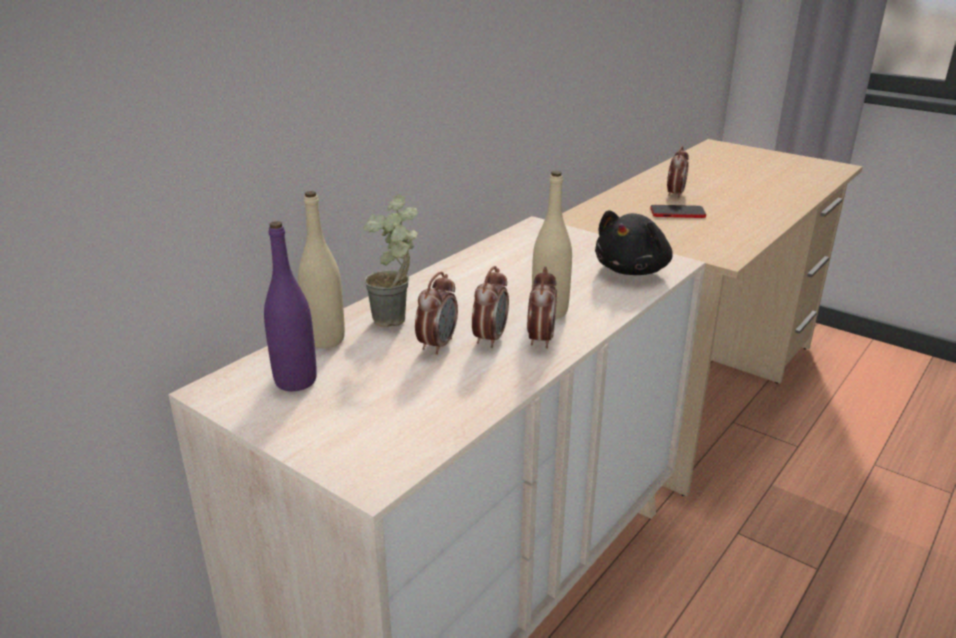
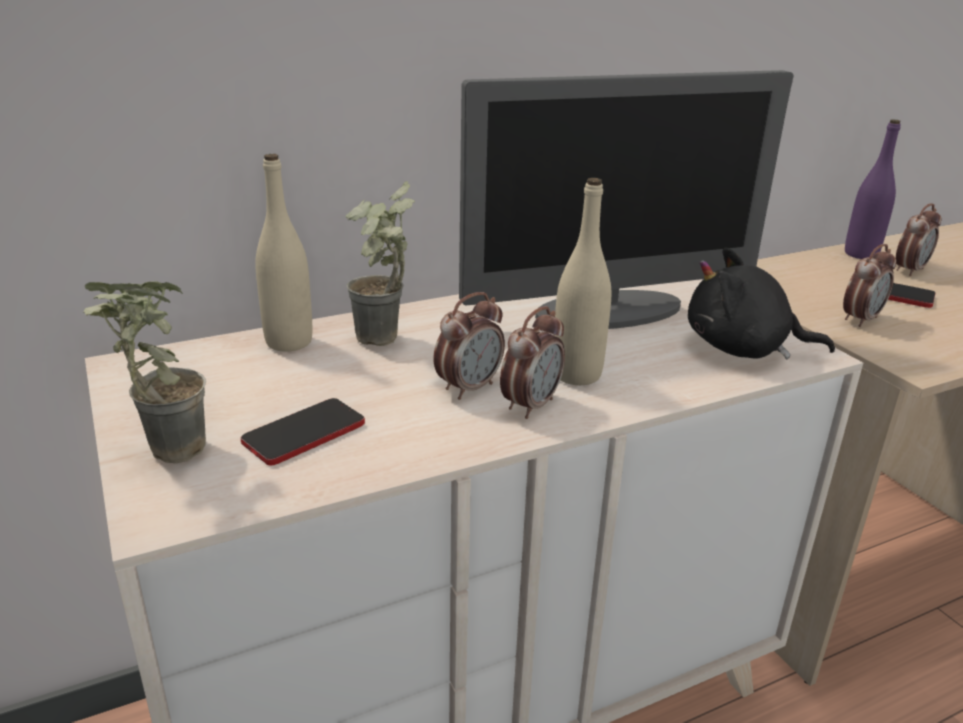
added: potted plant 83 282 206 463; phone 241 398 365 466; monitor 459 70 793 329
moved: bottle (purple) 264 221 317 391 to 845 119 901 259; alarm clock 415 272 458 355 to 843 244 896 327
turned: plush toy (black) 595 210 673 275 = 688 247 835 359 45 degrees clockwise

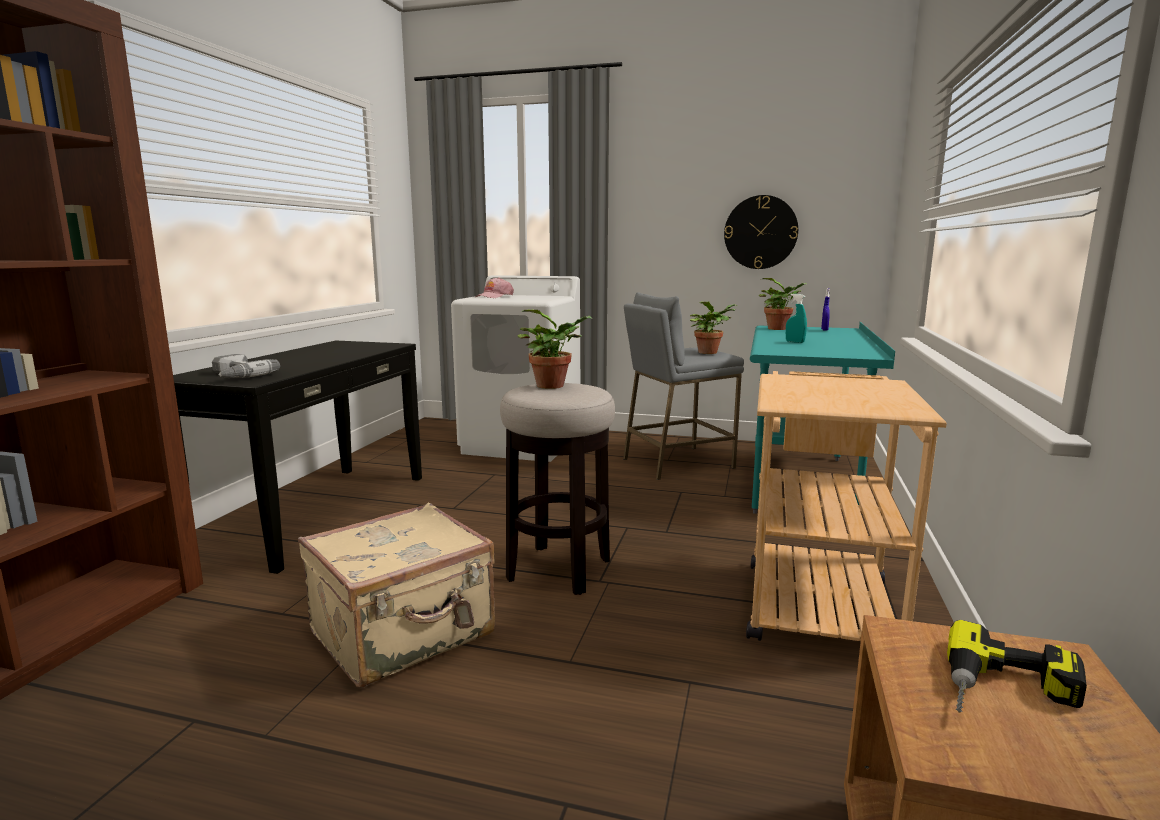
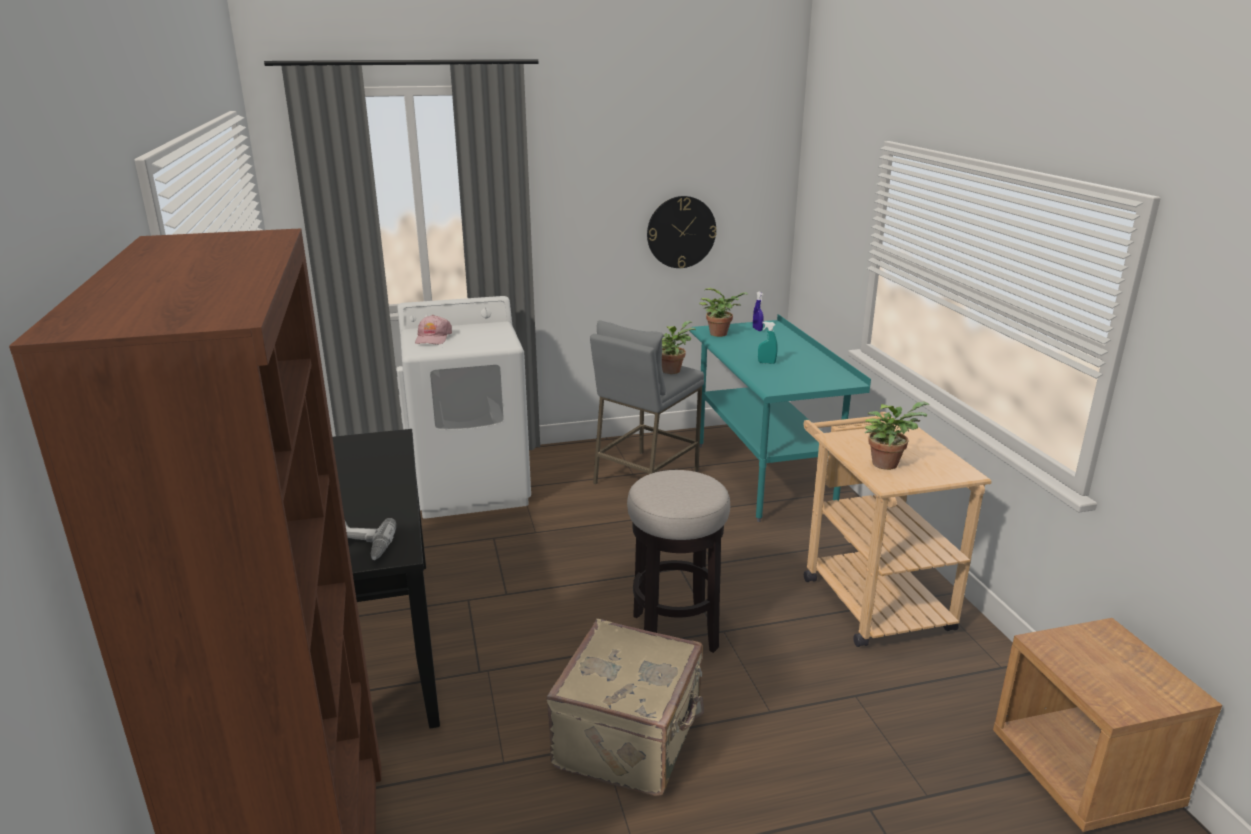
removed: power drill 947 620 1087 713
moved: potted plant 517 309 592 389 to 865 402 930 470

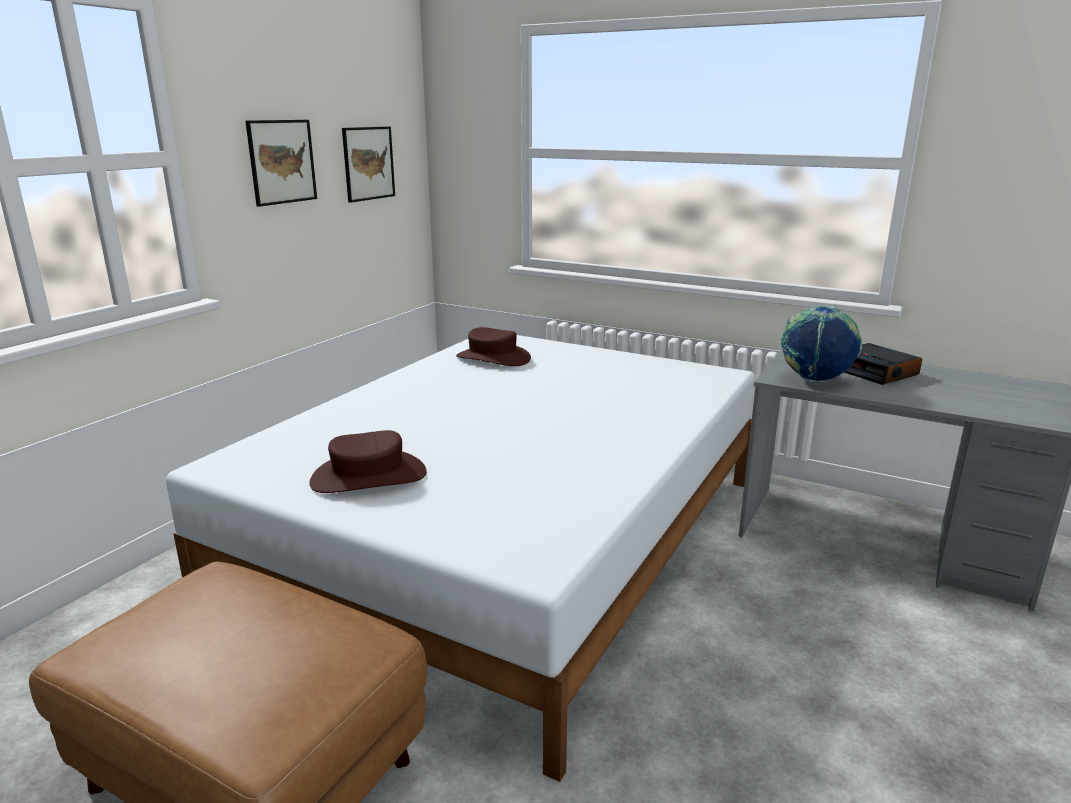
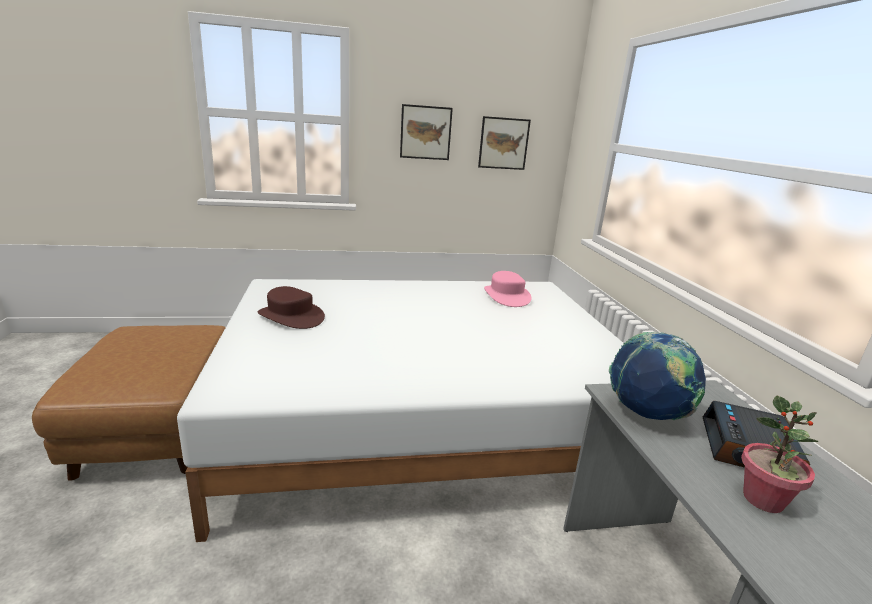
added: potted plant 741 395 819 513
recoloured: hat (brown) 456 327 531 366 to hat (pink) 484 271 531 307

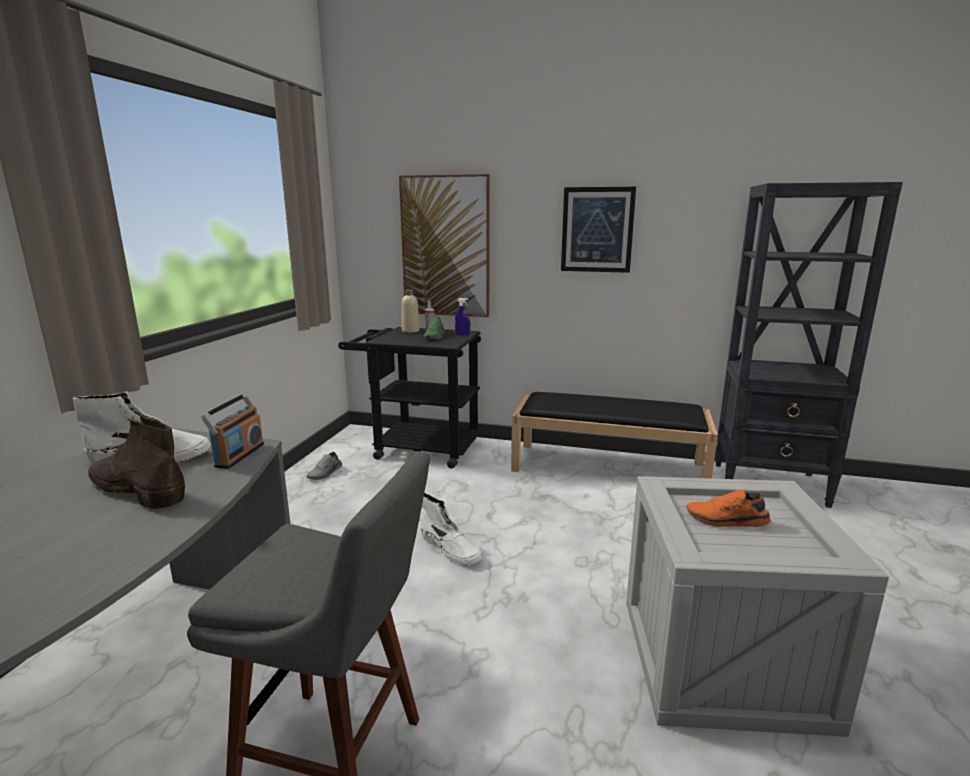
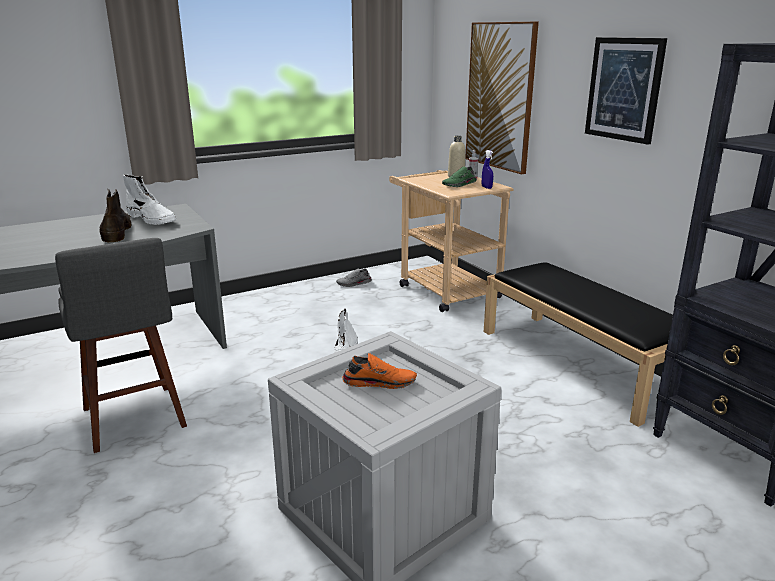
removed: radio 201 393 264 469
recoloured: cart (black) 338 327 481 468 to cart (beige) 389 170 513 312
turned: shoe (orange) 686 490 771 527 = 342 353 417 389 120 degrees clockwise

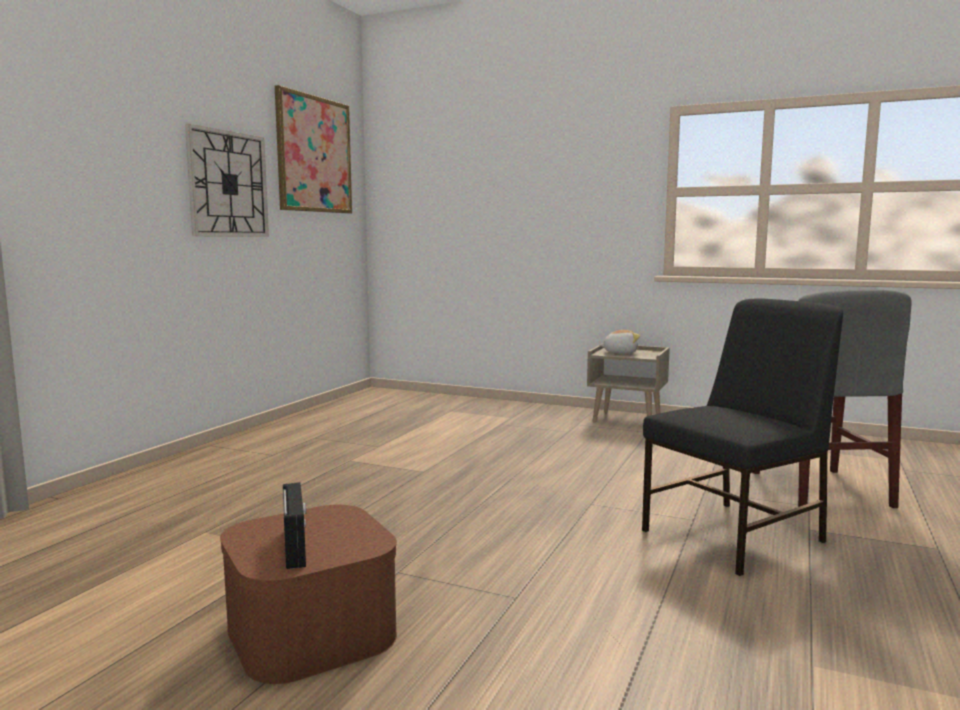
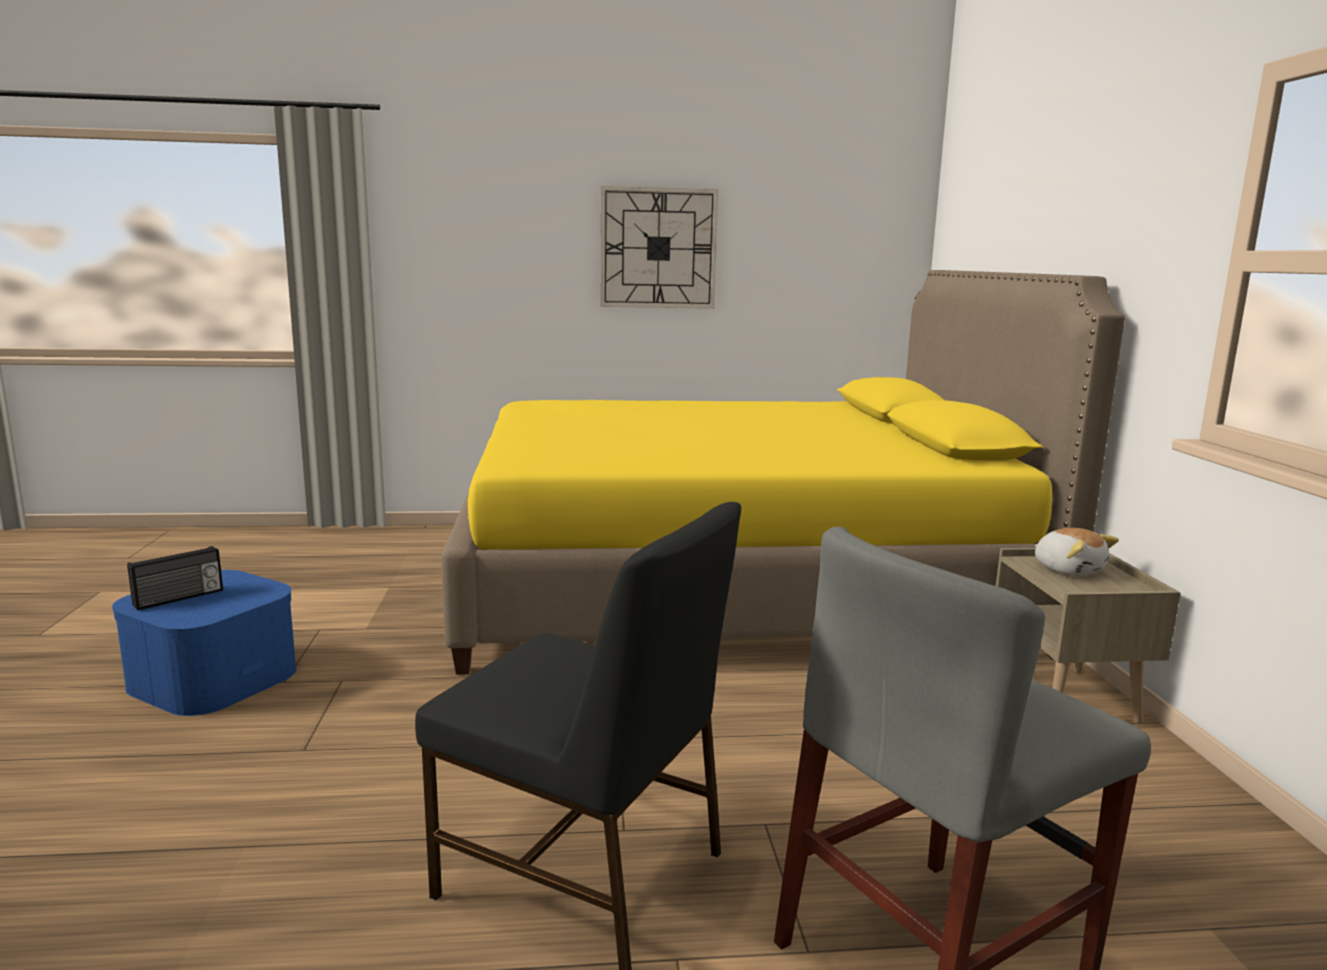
removed: picture 275 85 352 214
added: bed (yellow) 441 270 1125 675
recoloured: storage box (brown) 220 505 397 684 to storage box (blue) 112 570 297 716

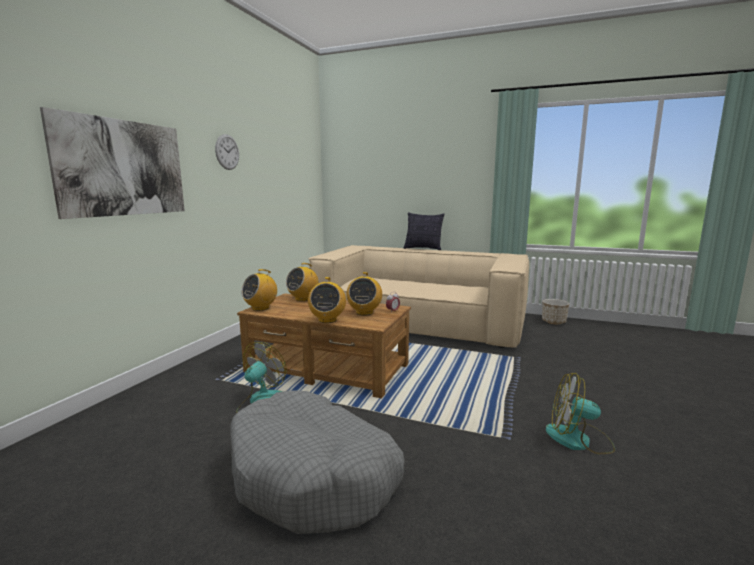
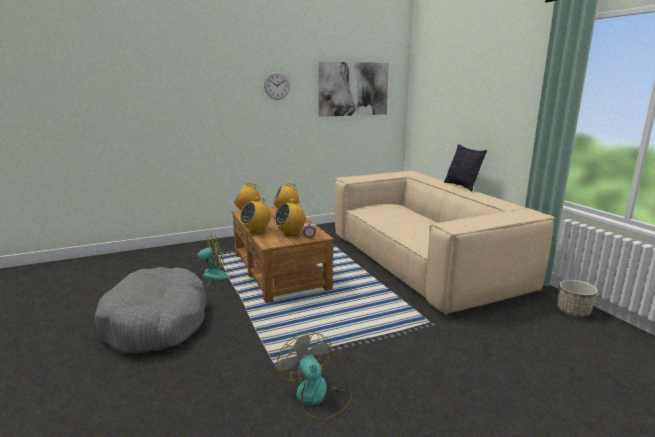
moved: picture 40 107 185 219 to 318 62 389 117

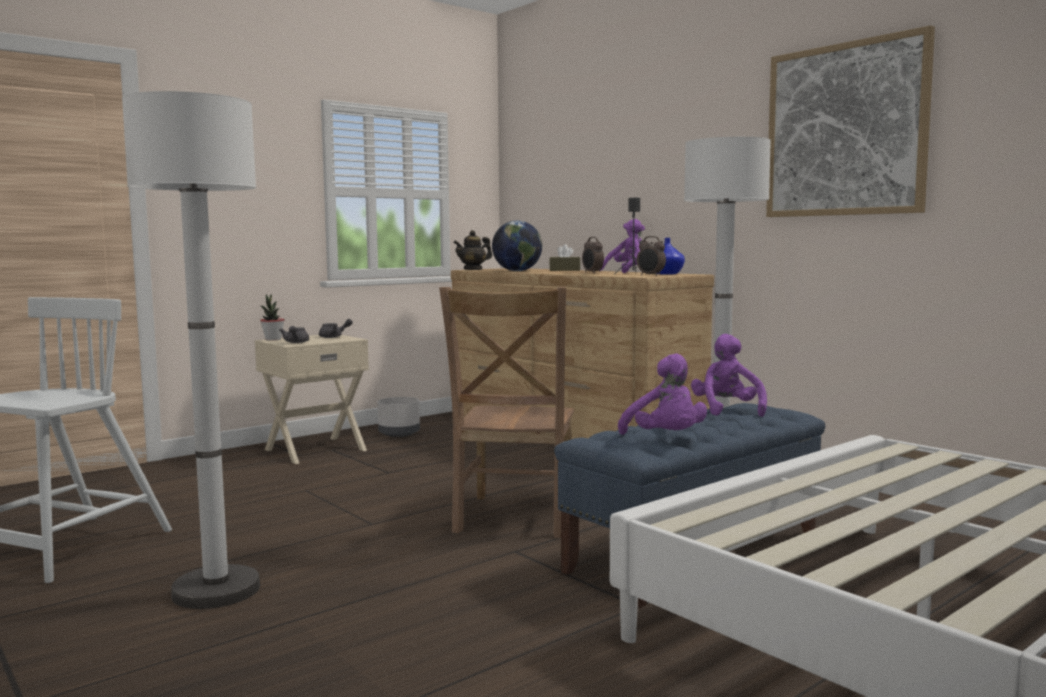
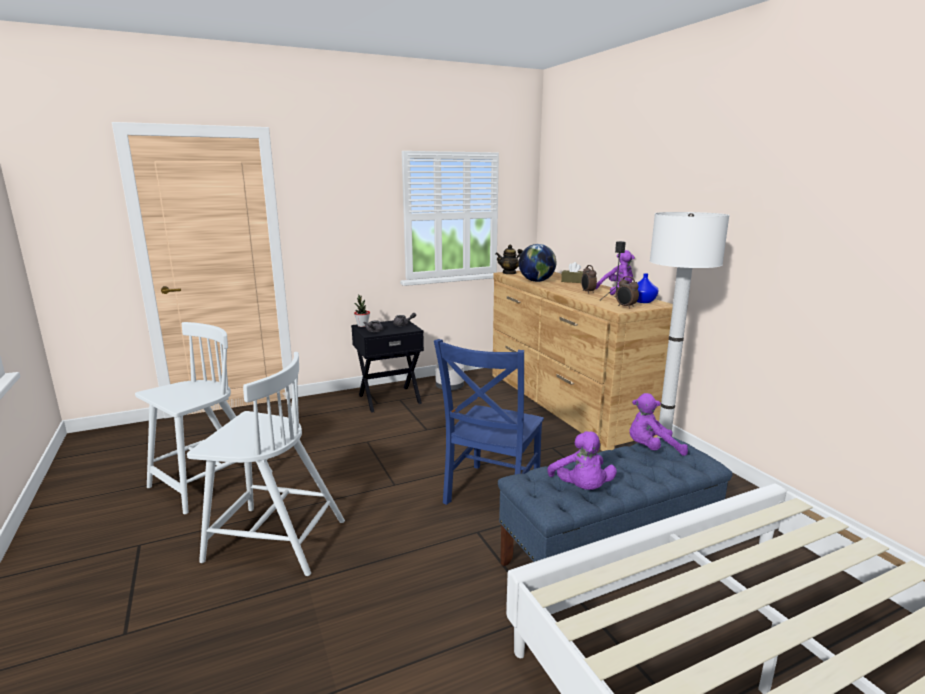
removed: picture 766 25 935 217
replaced: floor lamp (white) 122 91 260 609 to chair (white) 187 352 345 576
recoloured: nightstand (beige) 255 335 369 464 to nightstand (black) 351 320 424 412; chair (brown) 439 287 574 538 to chair (blue) 434 339 544 505
turned: plush toy (purple) 691 334 767 417 = 629 393 688 456 105 degrees counterclockwise

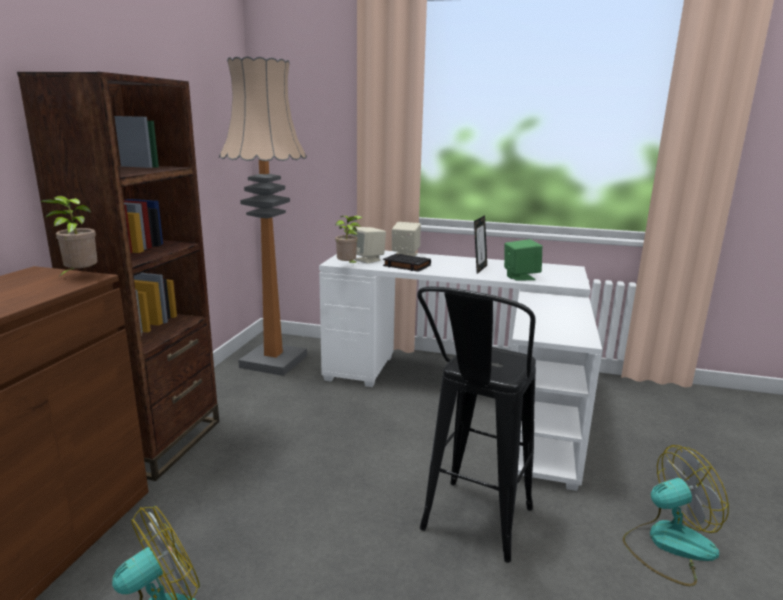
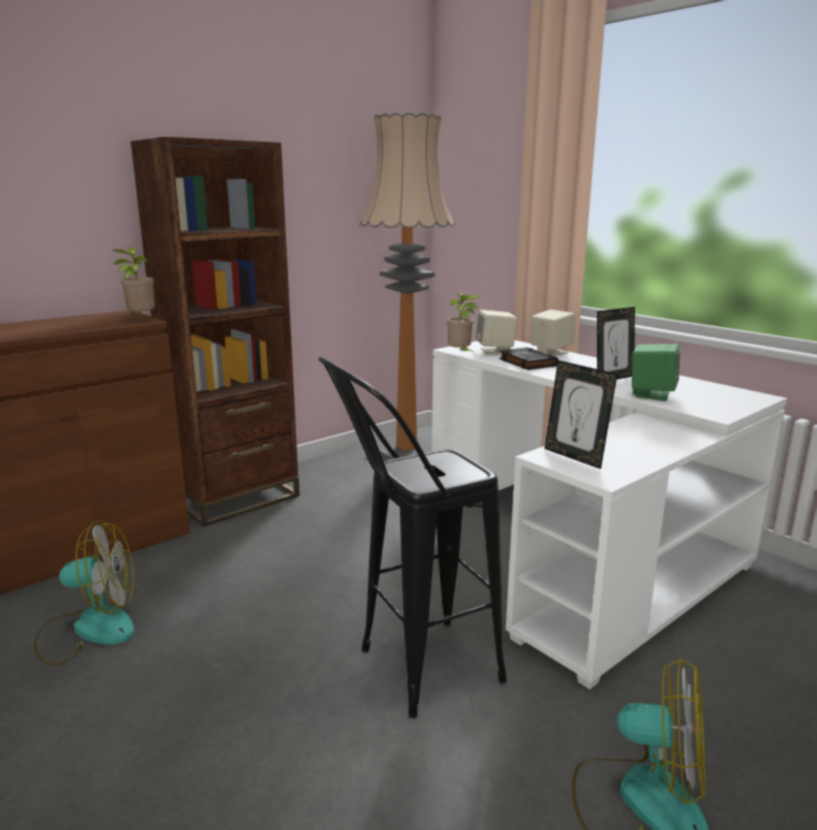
added: picture frame 544 360 617 469

